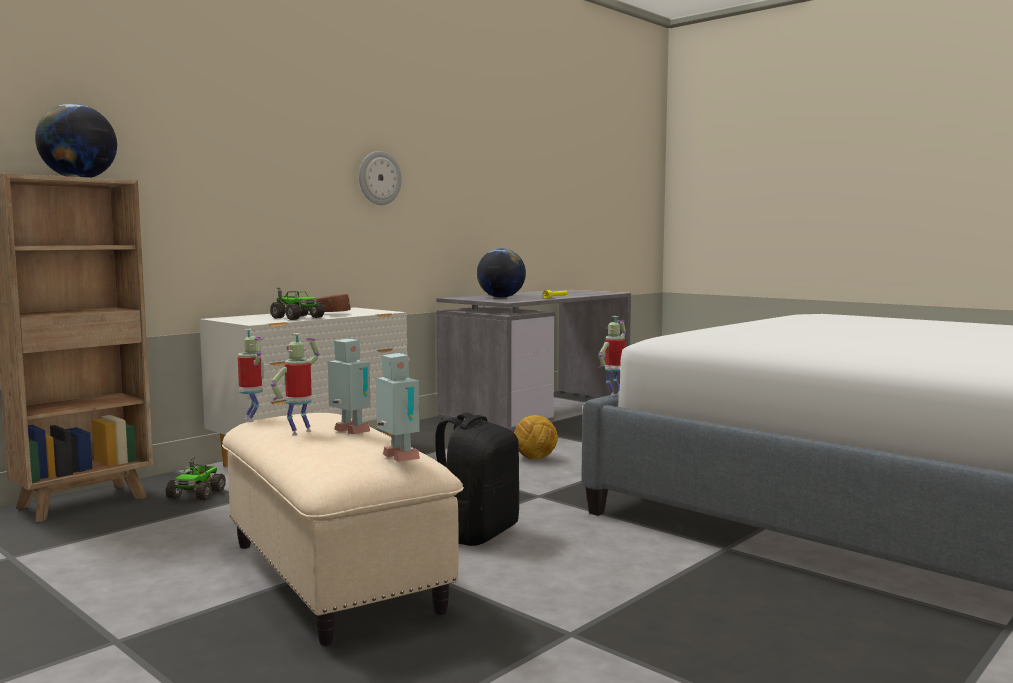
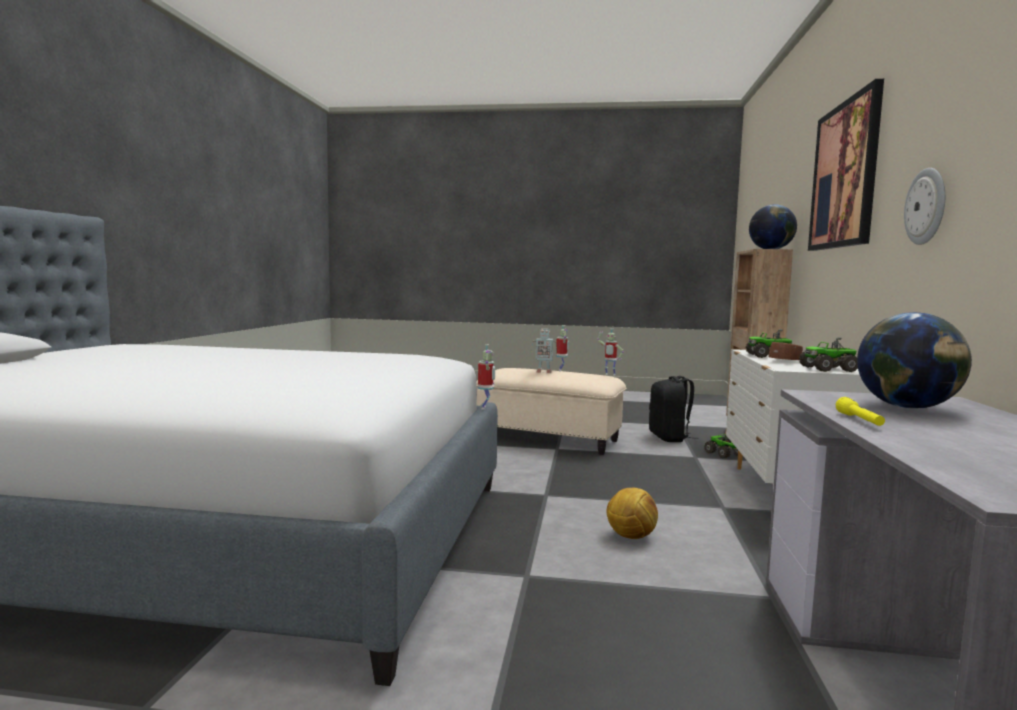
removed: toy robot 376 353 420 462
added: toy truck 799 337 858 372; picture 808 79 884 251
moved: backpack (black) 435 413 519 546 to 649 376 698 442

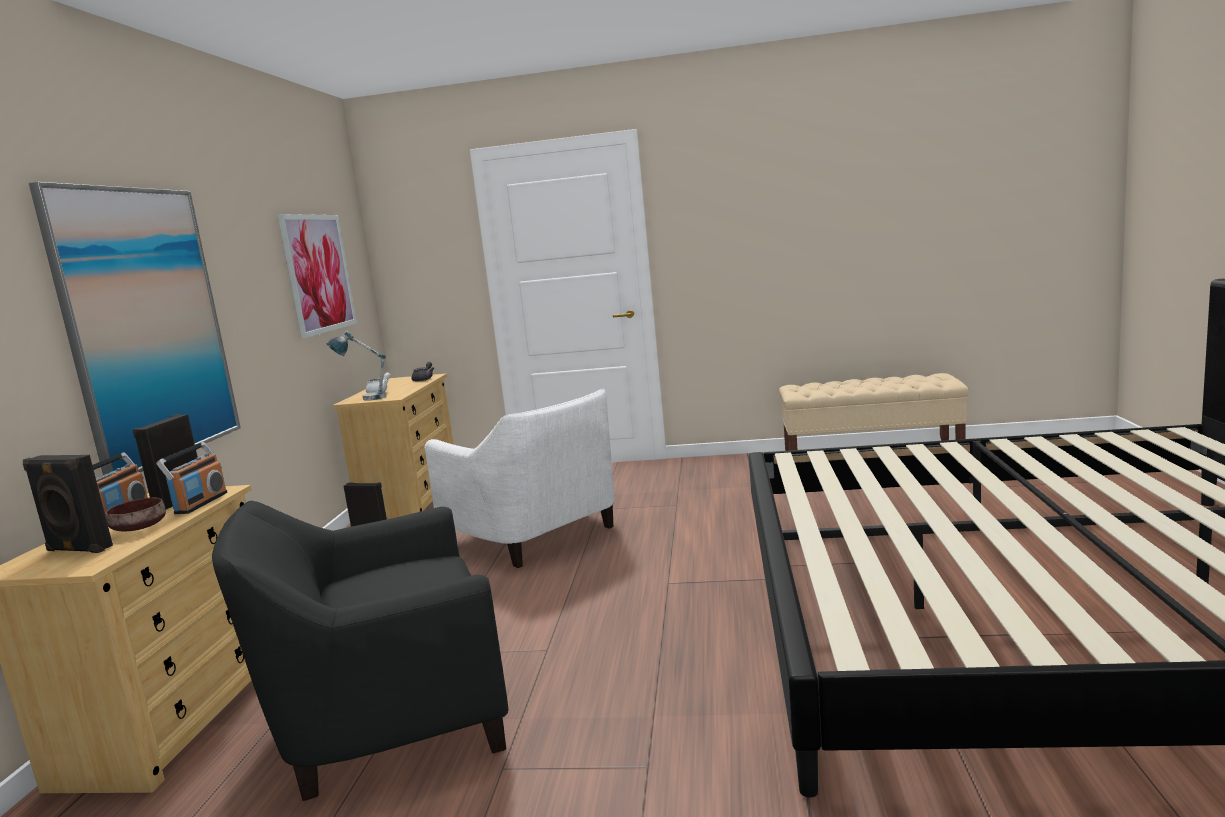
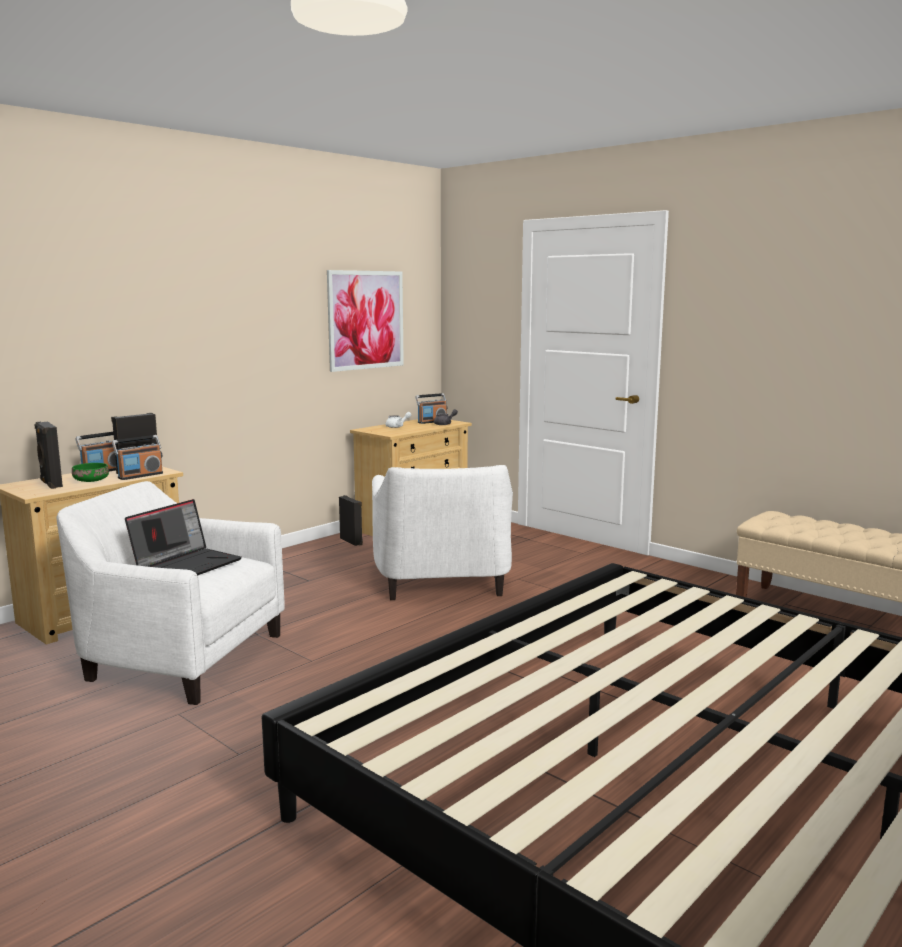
removed: picture 29 182 241 475; table lamp 326 330 387 401
added: laptop 125 499 242 575; radio 415 393 447 424
recoloured: bowl (brown) 105 498 166 531 to bowl (green) 72 463 109 482; armchair (black) 212 501 508 801 to armchair (white) 57 481 285 705

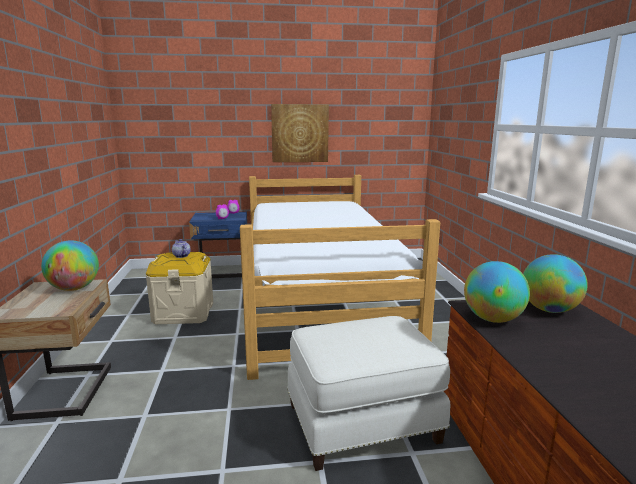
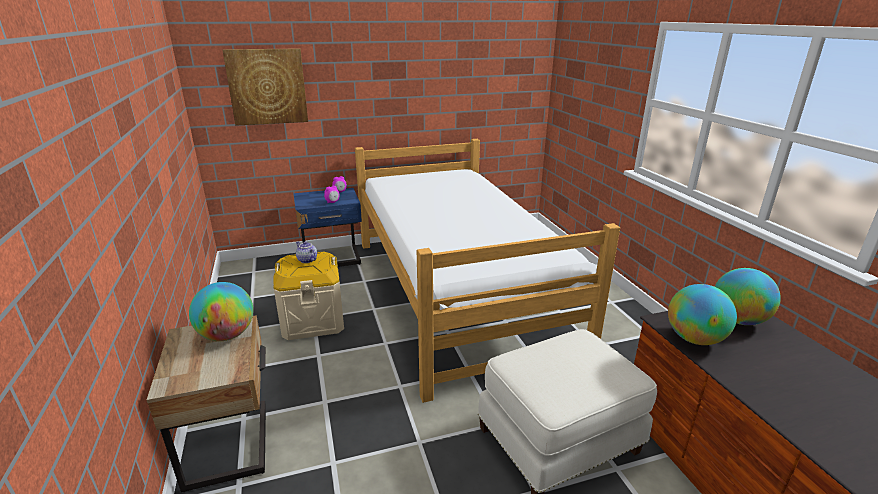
moved: picture 271 104 329 162 to 223 48 308 126

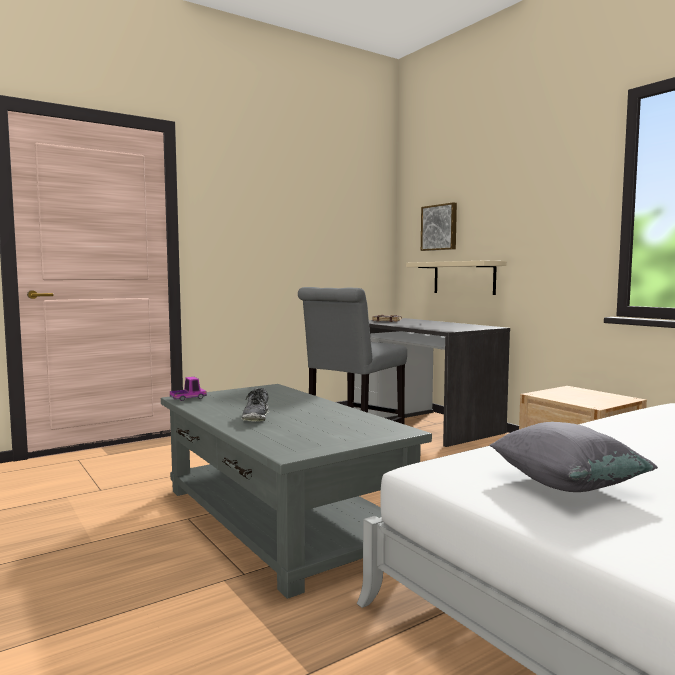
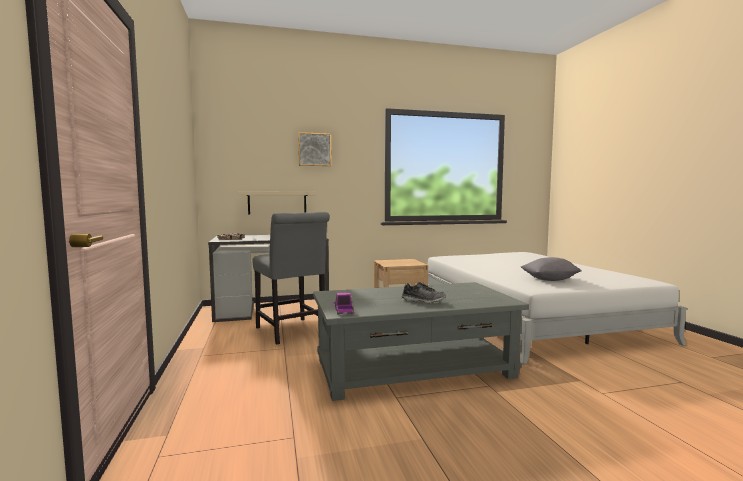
moved: picture 421 202 457 251 to 298 132 331 166

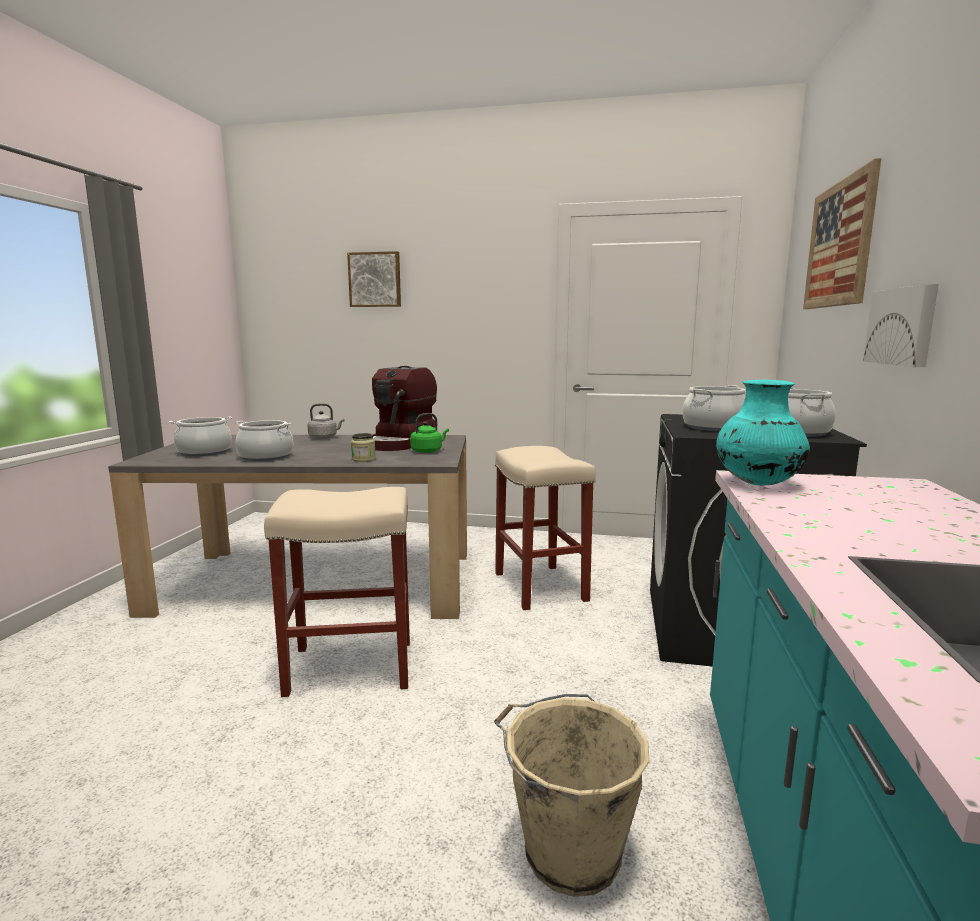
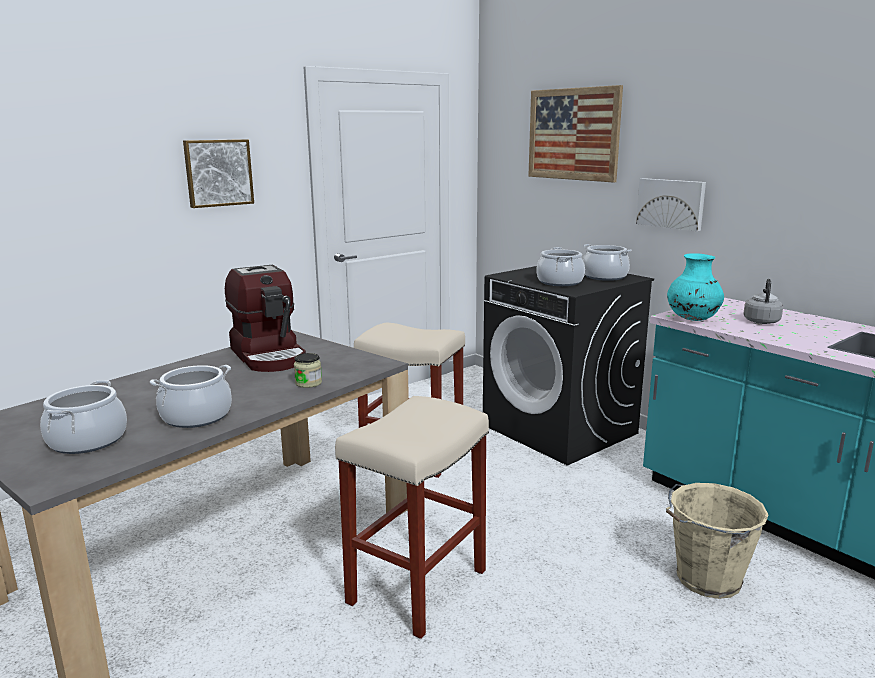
removed: kettle (green) 410 413 449 453
moved: kettle (grey) 307 404 344 439 to 743 279 783 324; picture 347 251 401 307 to 183 139 254 208

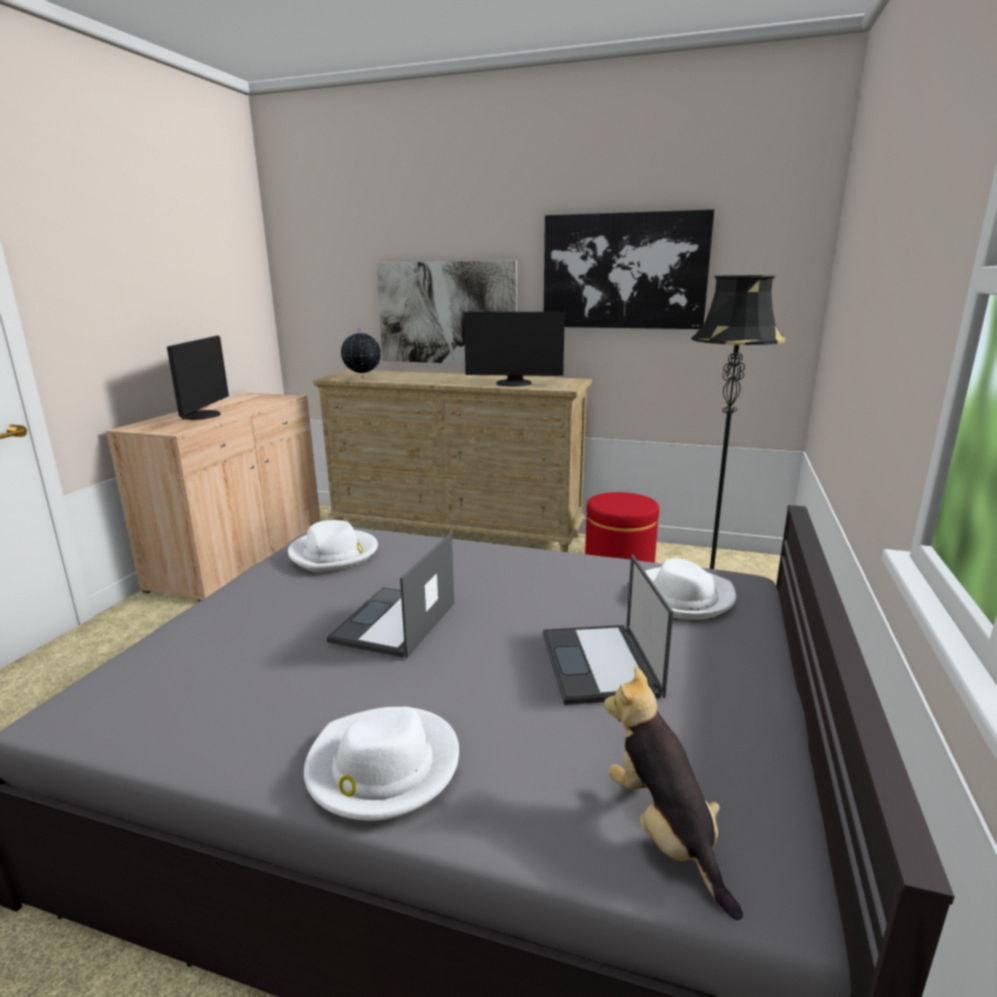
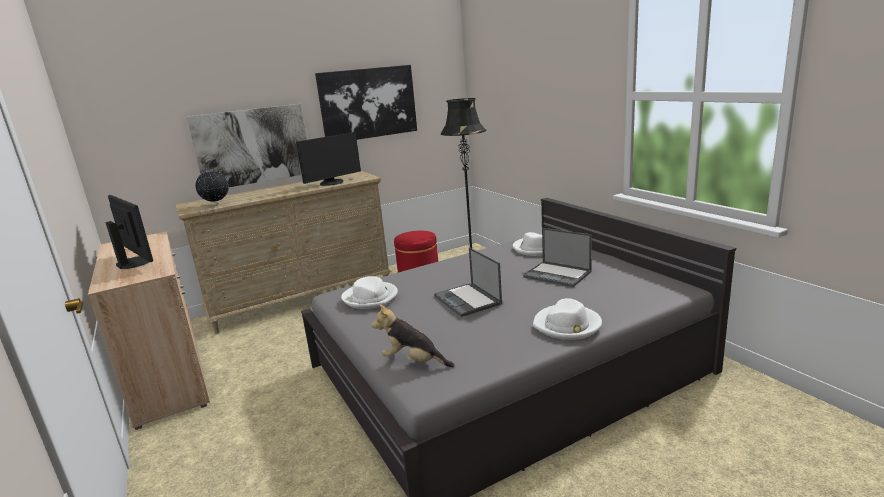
moved: plush toy 604 666 743 920 to 372 304 454 367

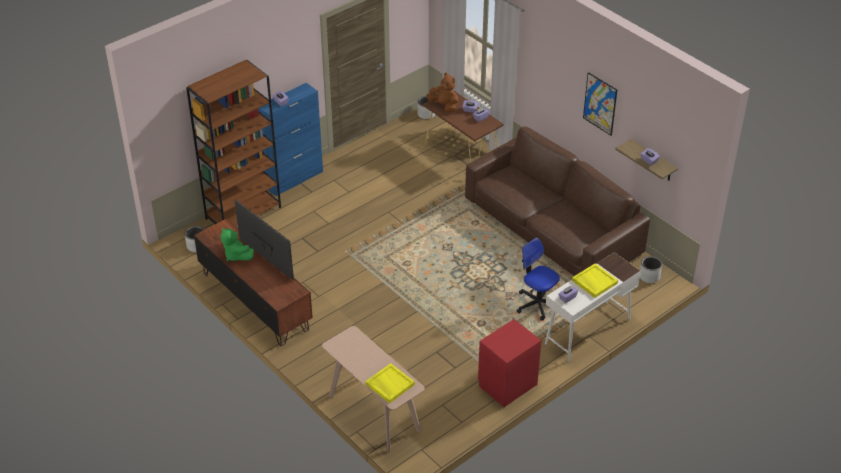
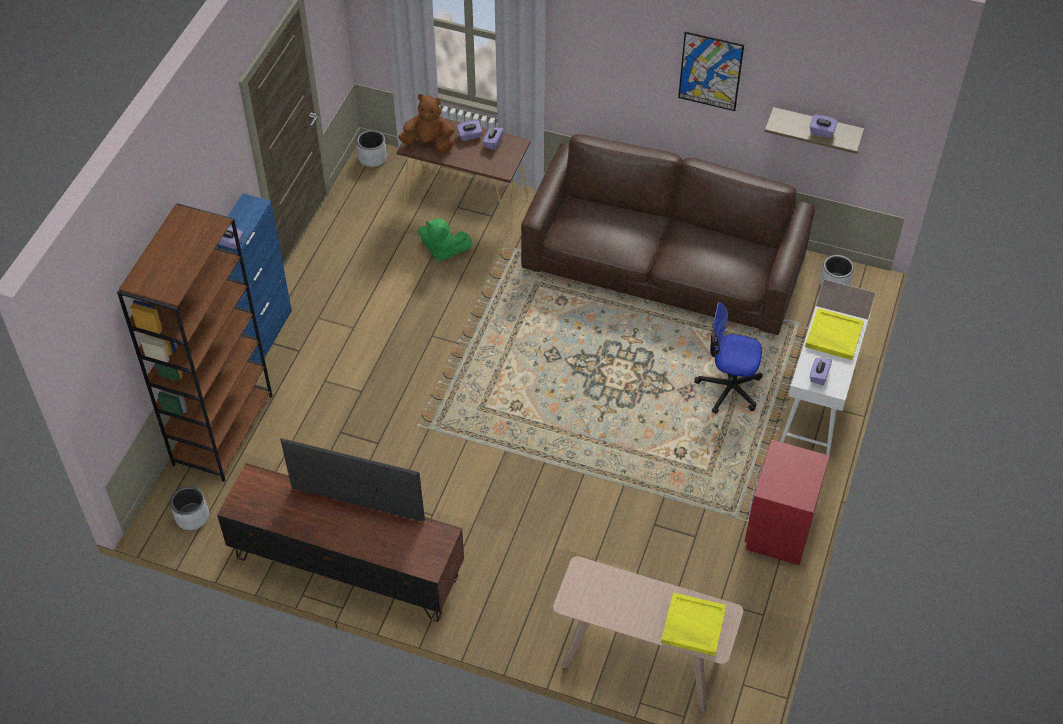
moved: plush toy (green) 221 228 254 261 to 418 219 473 262

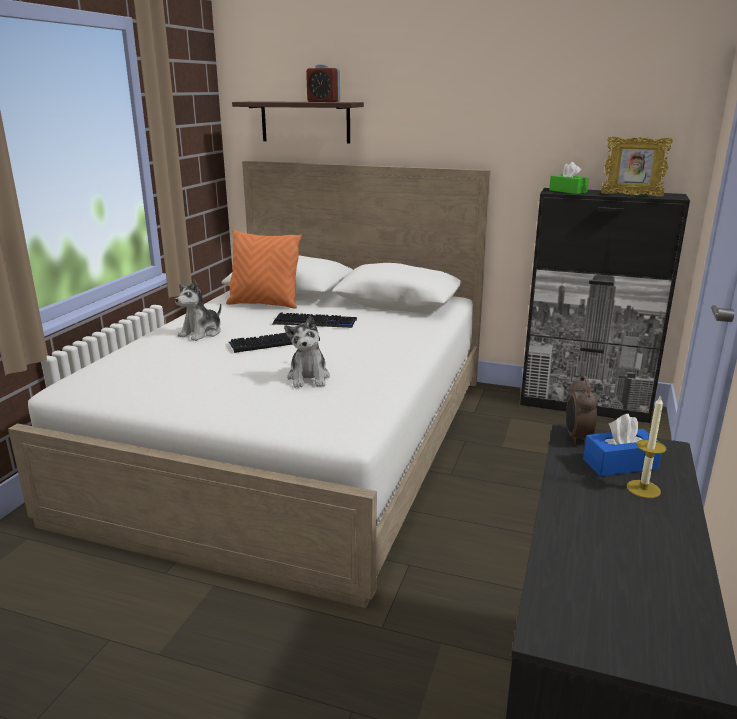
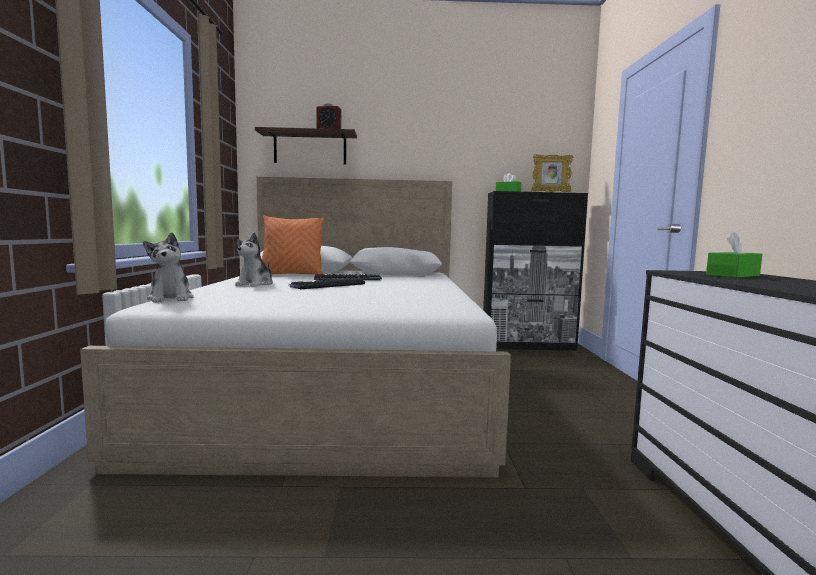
removed: alarm clock 566 376 597 445; candle 627 395 666 498
moved: plush toy 284 316 330 388 to 143 233 194 302
recoloured: tissue box (blue) 583 414 662 476 to tissue box (green) 706 231 762 278

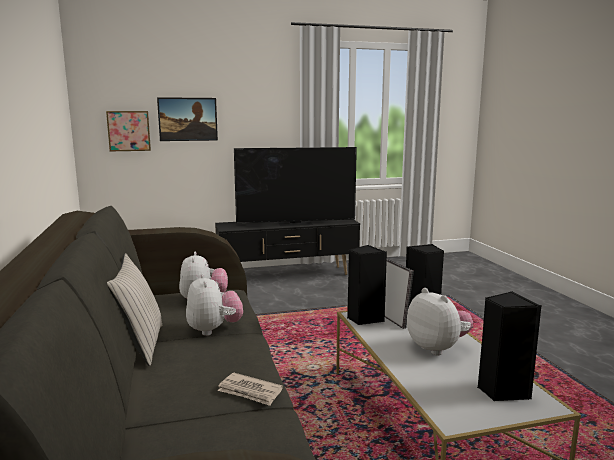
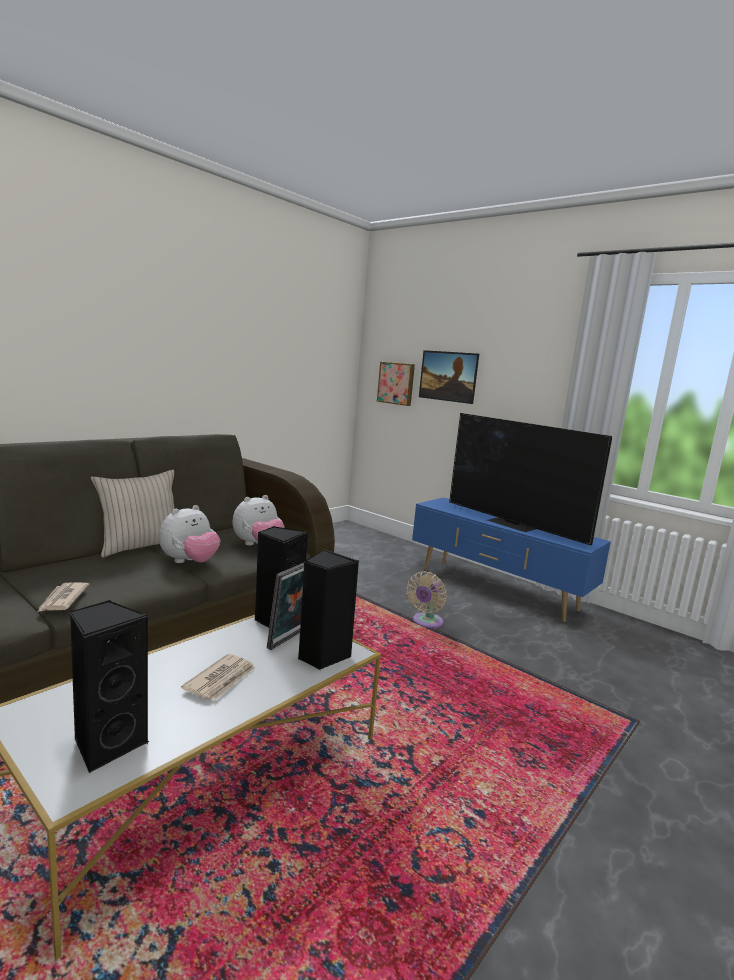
added: fan (beige) 407 572 447 629
replaced: plush toy 407 288 473 355 to newspaper 181 654 255 700
recoloured: tv stand (black) 215 220 360 275 to tv stand (blue) 412 497 611 622

